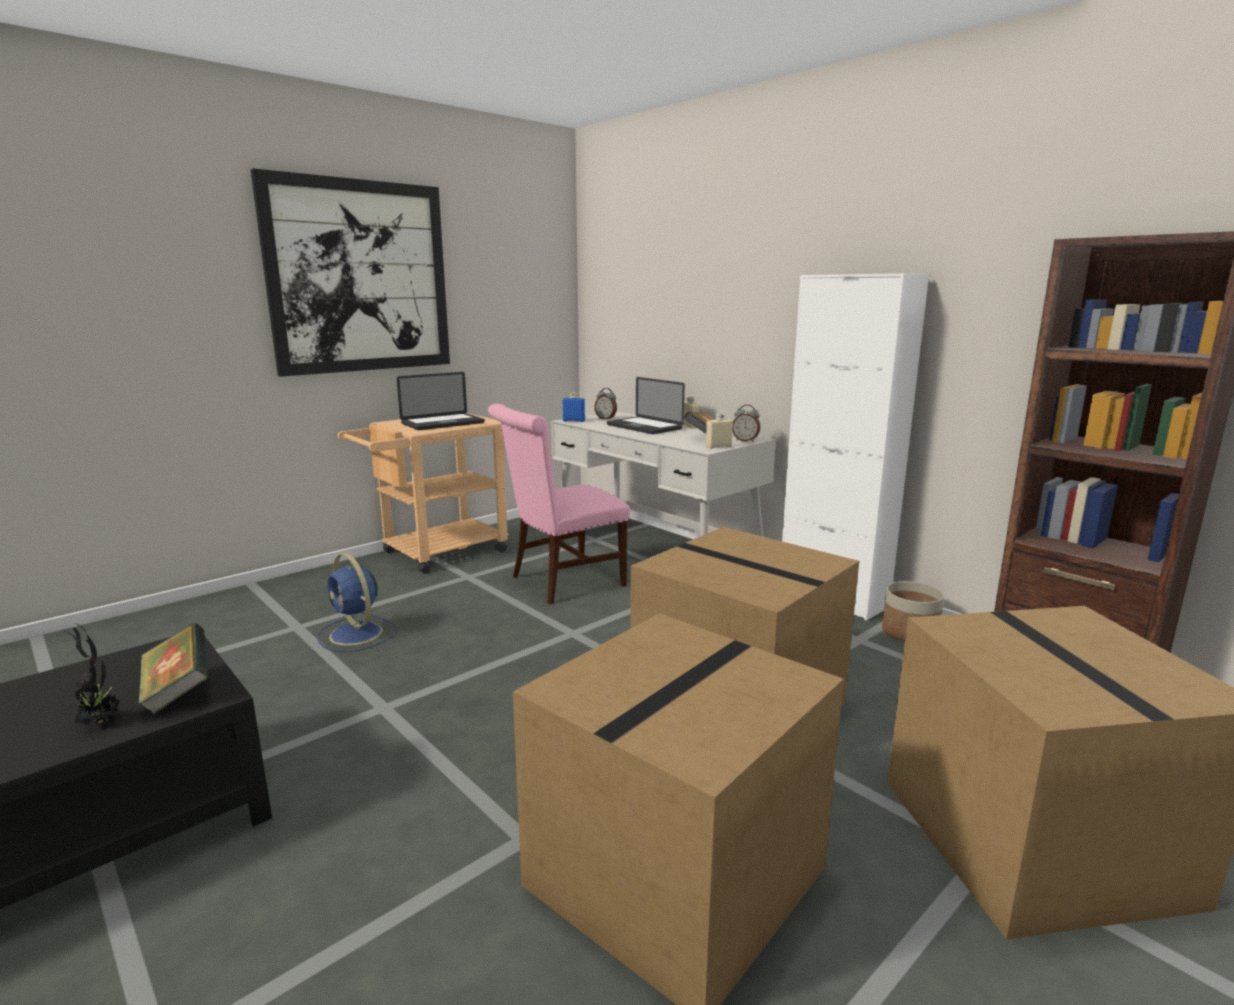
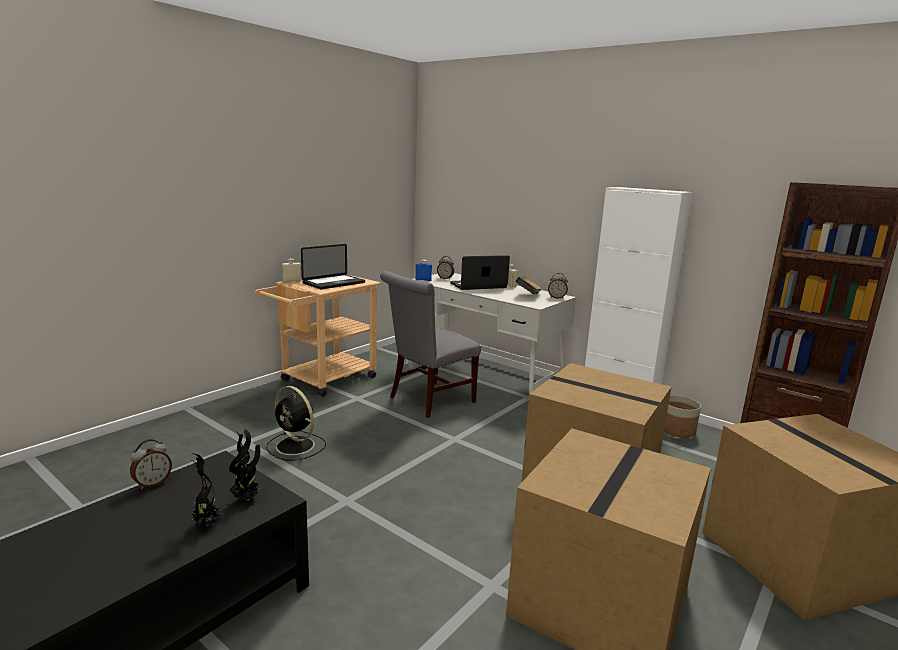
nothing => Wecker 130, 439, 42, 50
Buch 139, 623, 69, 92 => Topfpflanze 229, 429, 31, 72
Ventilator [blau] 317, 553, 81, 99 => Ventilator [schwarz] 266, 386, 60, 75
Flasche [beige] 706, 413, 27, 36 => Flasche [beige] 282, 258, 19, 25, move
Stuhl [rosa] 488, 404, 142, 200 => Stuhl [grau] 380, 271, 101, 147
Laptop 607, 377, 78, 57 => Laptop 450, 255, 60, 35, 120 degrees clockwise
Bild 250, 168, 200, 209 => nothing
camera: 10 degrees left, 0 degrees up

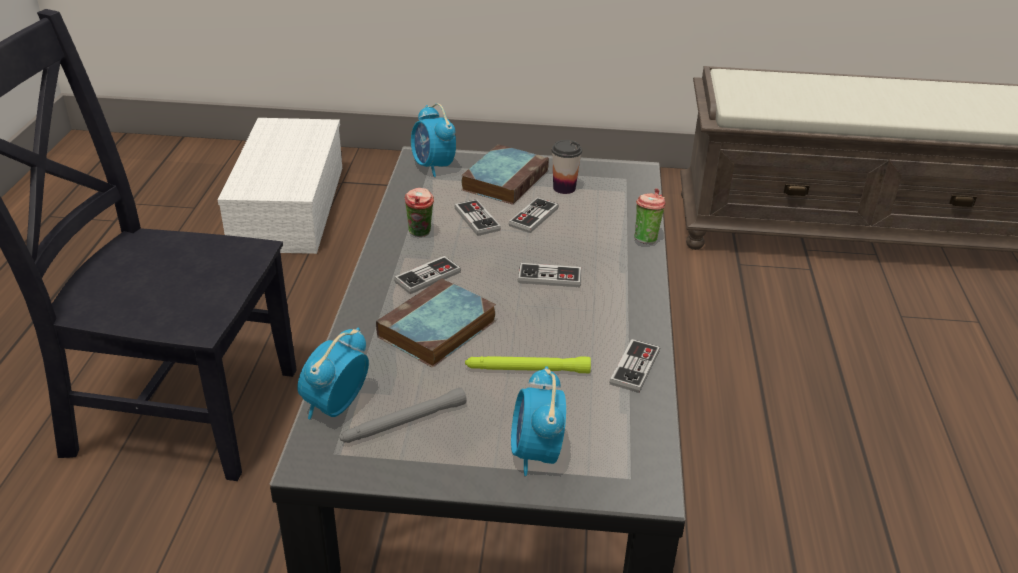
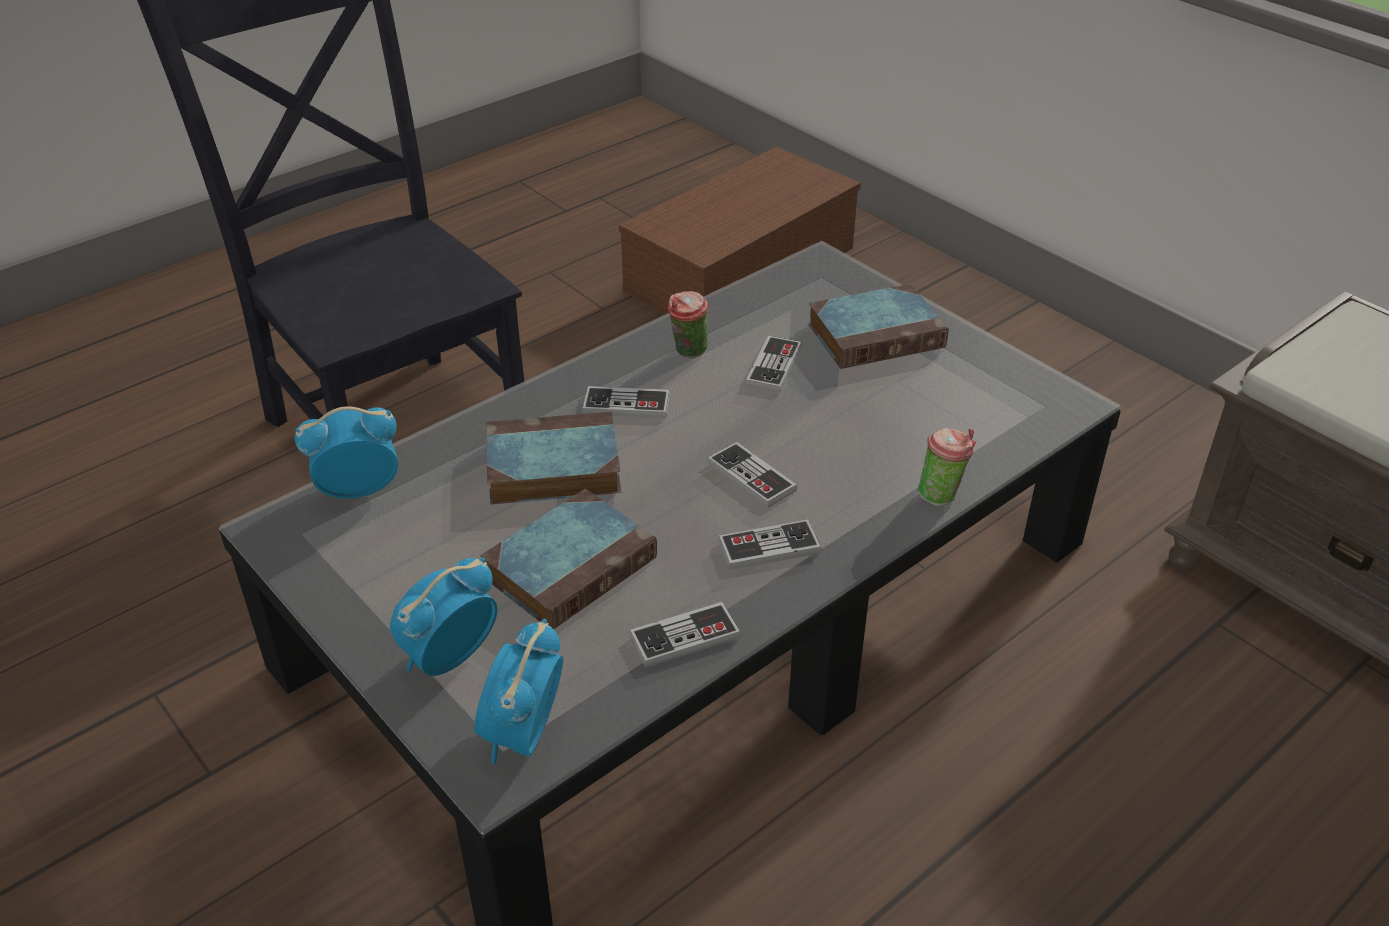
Wecker 411, 104, 45, 73 => Wecker 474, 619, 89, 145, move
Taschenlampe [grün] 465, 356, 126, 17 => Buch 480, 489, 177, 140
Aufbewahrungsbox [weiß] 218, 118, 124, 136 => Aufbewahrungsbox [braun] 619, 147, 242, 167
Gamepad 508, 197, 50, 36 => Gamepad 718, 520, 104, 50, move
Taschenlampe [grau] 340, 388, 127, 55 => nothing
Tasse 552, 140, 30, 54 => nothing
camera: 45 degrees right, 5 degrees up

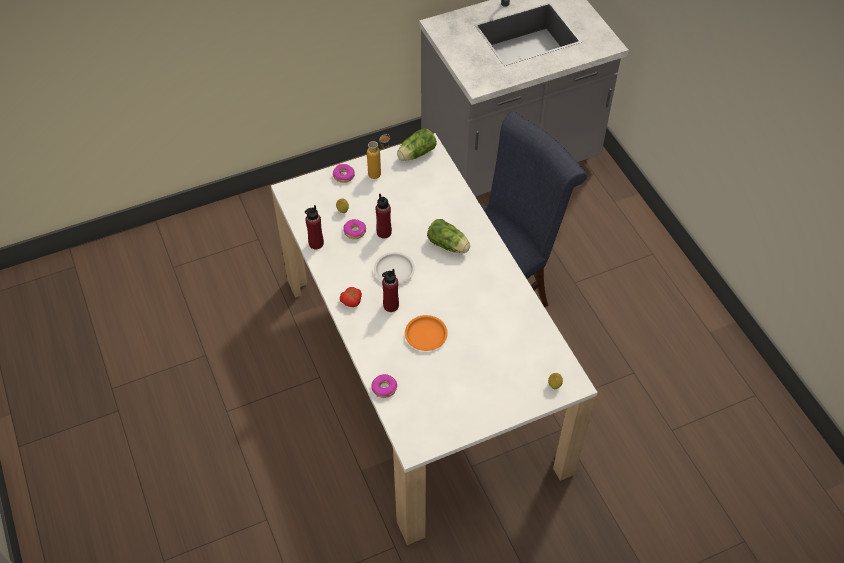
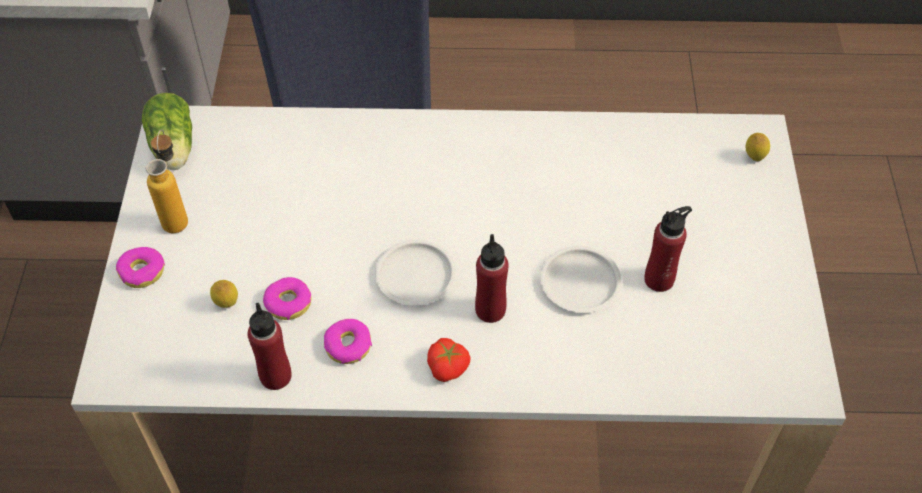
Donut 371, 374, 26, 24 => Donut 324, 319, 48, 45, move
Teller [orange] 405, 315, 43, 36 => Teller [weiß] 540, 246, 81, 66
Flasche [rot] 375, 194, 17, 44 => Flasche [rot] 644, 206, 48, 86, move
Salatkopf 427, 219, 43, 34 => nothing
camera: 65 degrees left, 0 degrees up

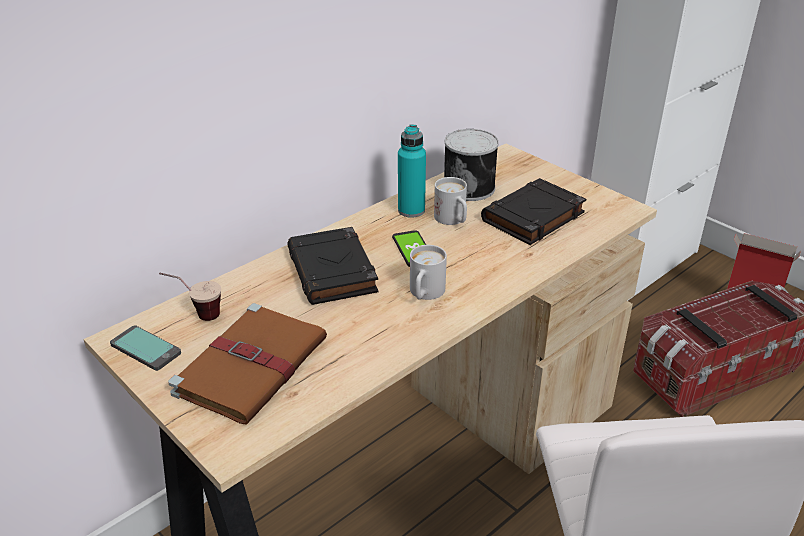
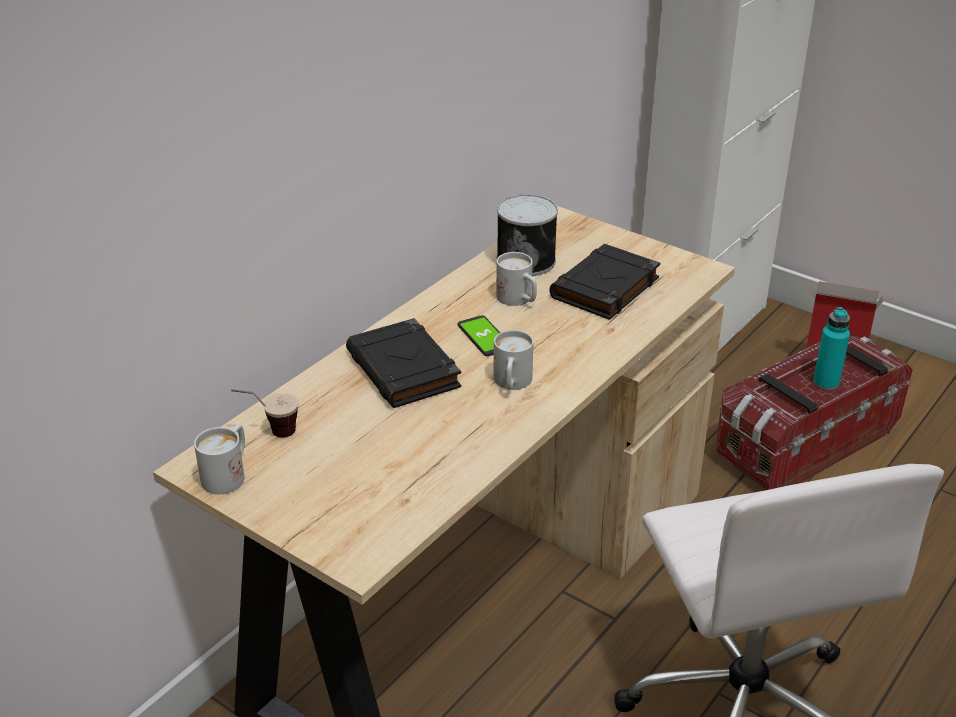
Handy 110, 325, 71, 46 => Henkelbecher [weiß] 194, 424, 51, 70
Flasche [türkis] 398, 124, 28, 94 => Flasche [türkis] 813, 307, 37, 83, move
Buch [braun] 168, 303, 159, 122 => nothing
camera: 10 degrees left, 0 degrees up

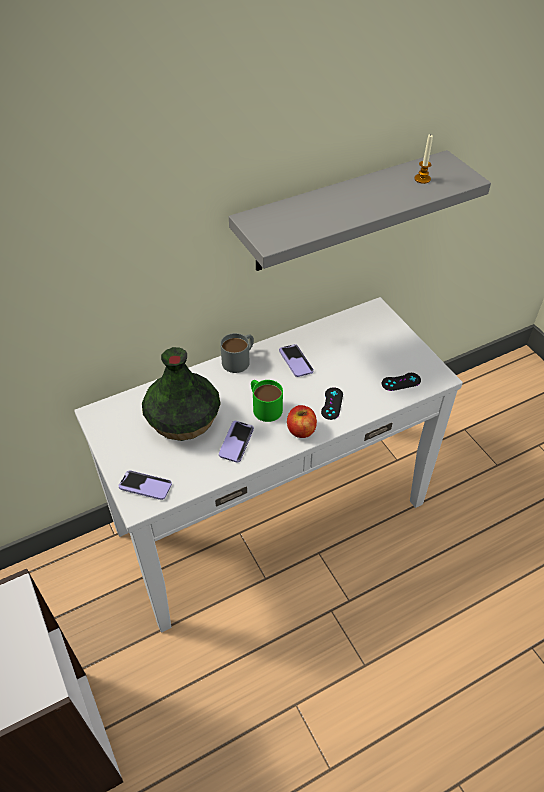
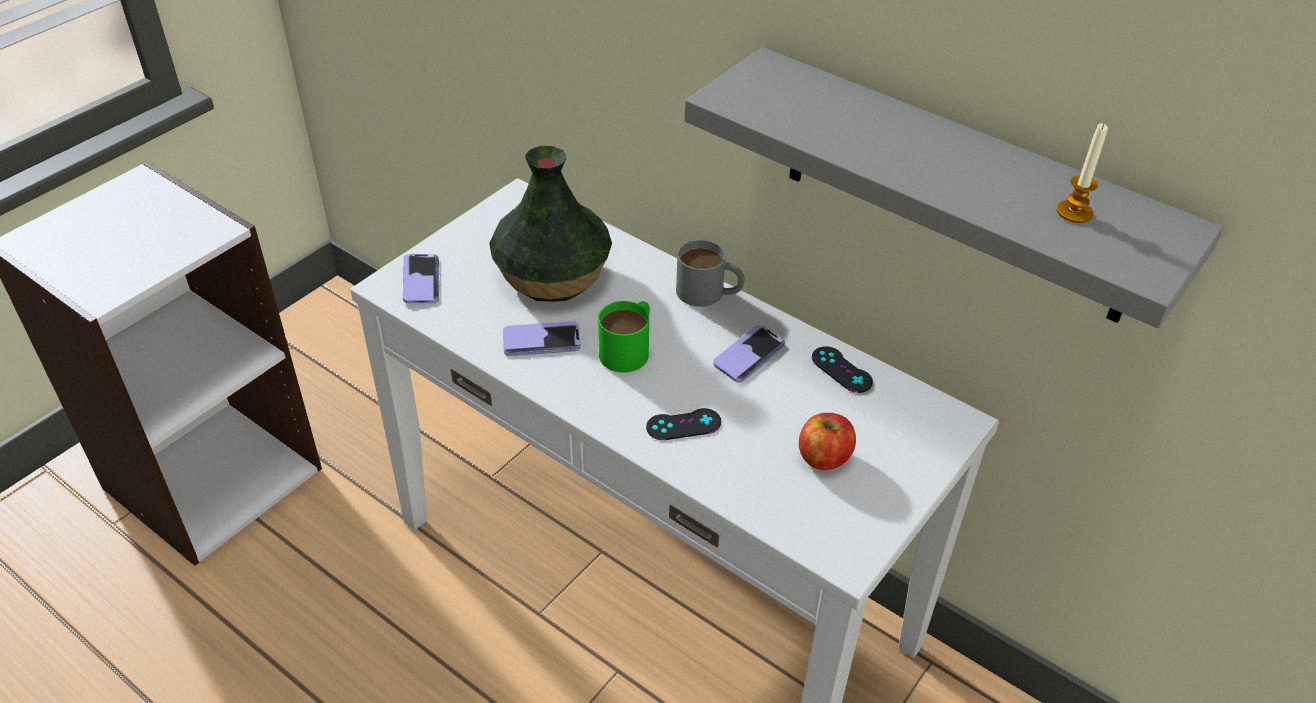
Apfel 287, 405, 30, 33 => Apfel 799, 413, 57, 57, move
Gamepad [schwarz] 382, 373, 39, 18 => Gamepad [schwarz] 812, 346, 61, 47, move
camera: 65 degrees right, 5 degrees down

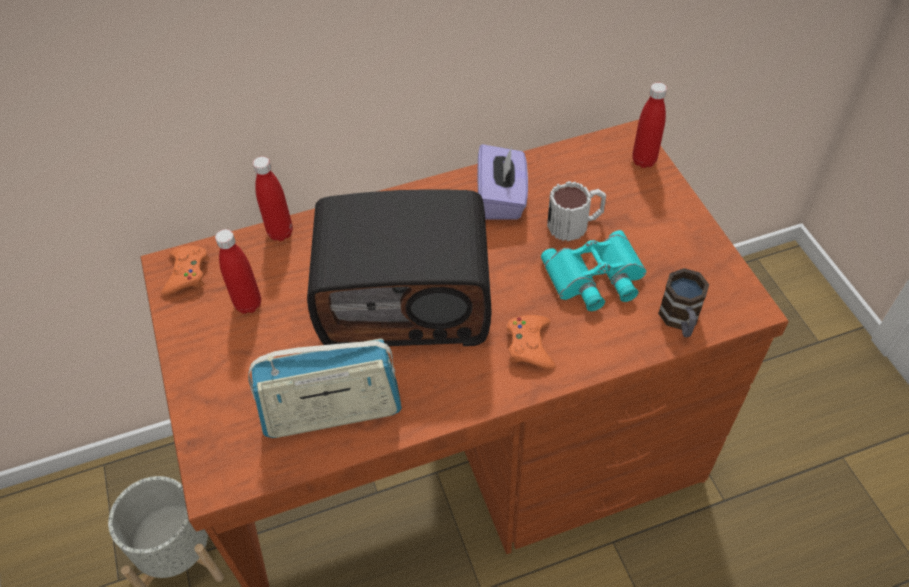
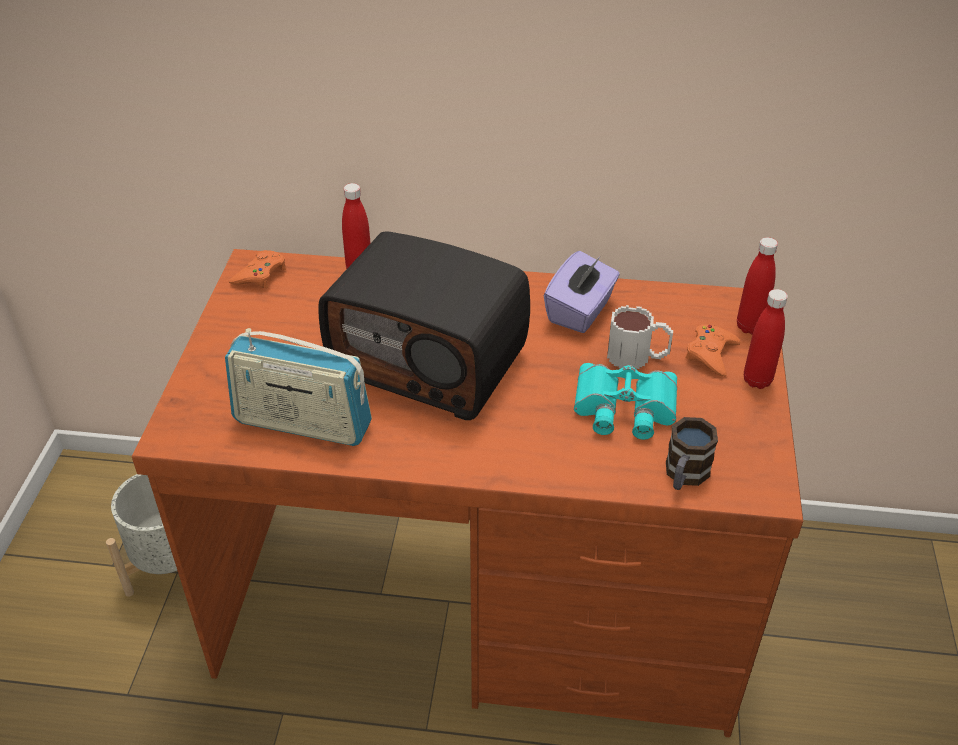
Gamepad [orange] 507, 315, 49, 54 => Gamepad [orange] 685, 325, 56, 52, move
Flasche [rot] 215, 229, 46, 85 => Flasche [rot] 744, 289, 44, 100, move
camera: 25 degrees right, 10 degrees down

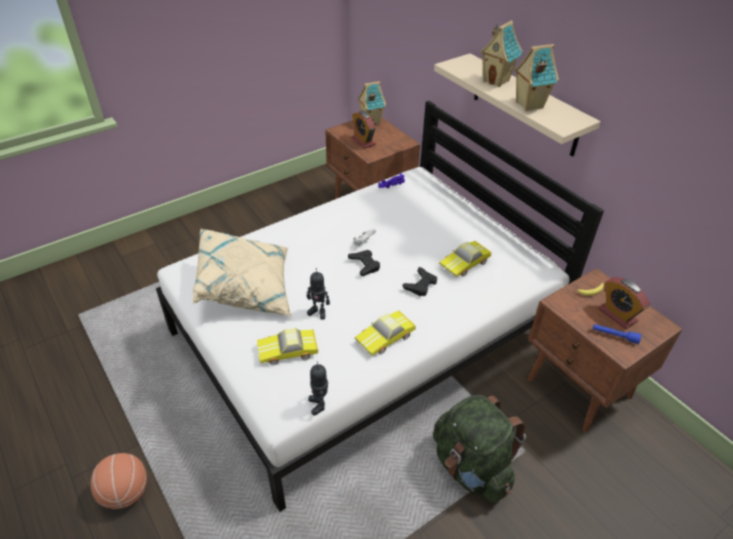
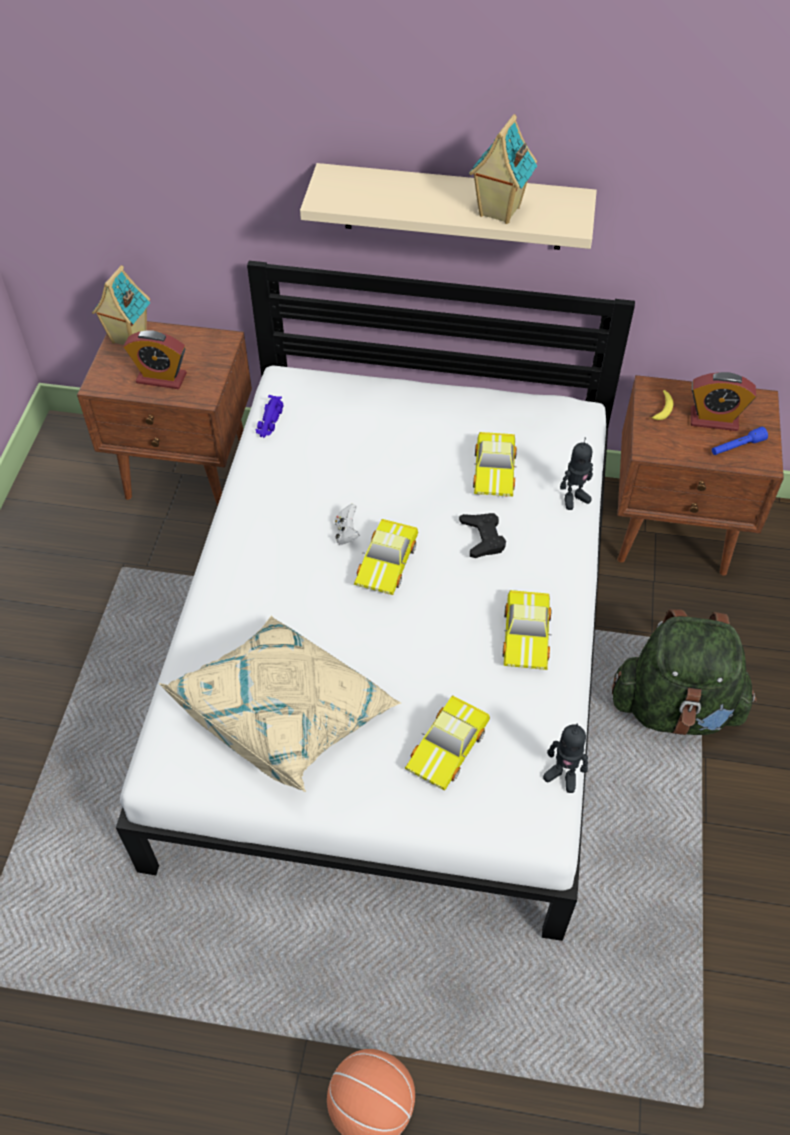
Gamepad [schwarz] 348, 250, 32, 26 => Spielzeugauto 354, 519, 64, 76
Spielzeugroboter 307, 268, 23, 52 => Spielzeugroboter 560, 437, 33, 73, move
Spielzeughaus 480, 20, 43, 67 => nothing
camera: 45 degrees left, 10 degrees up

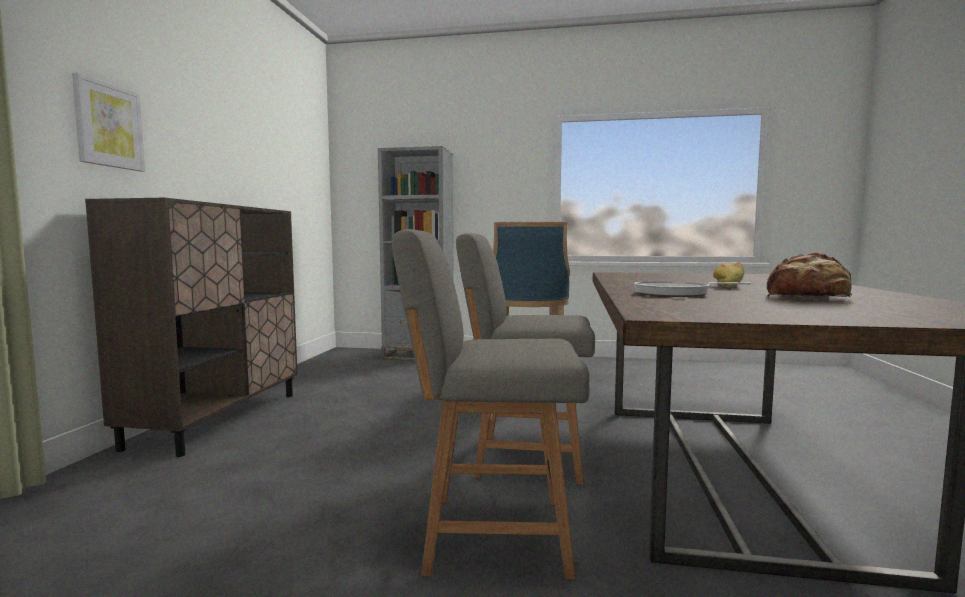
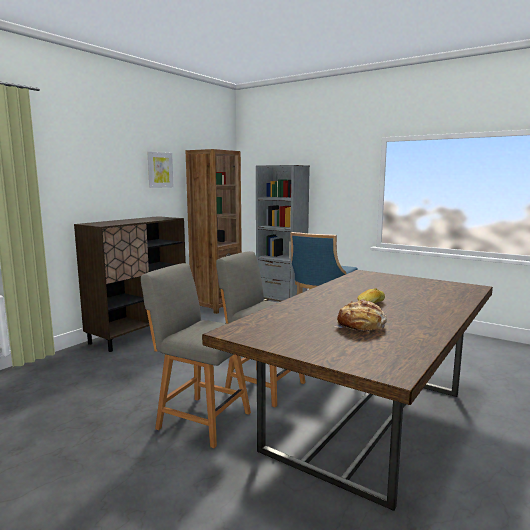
Bild 72, 72, 73, 100 => Bild 147, 152, 27, 36, move
nothing => Bücherregal [braun] 186, 149, 56, 165
Pfanne 634, 281, 117, 16 => nothing
camera: 25 degrees right, 5 degrees up

